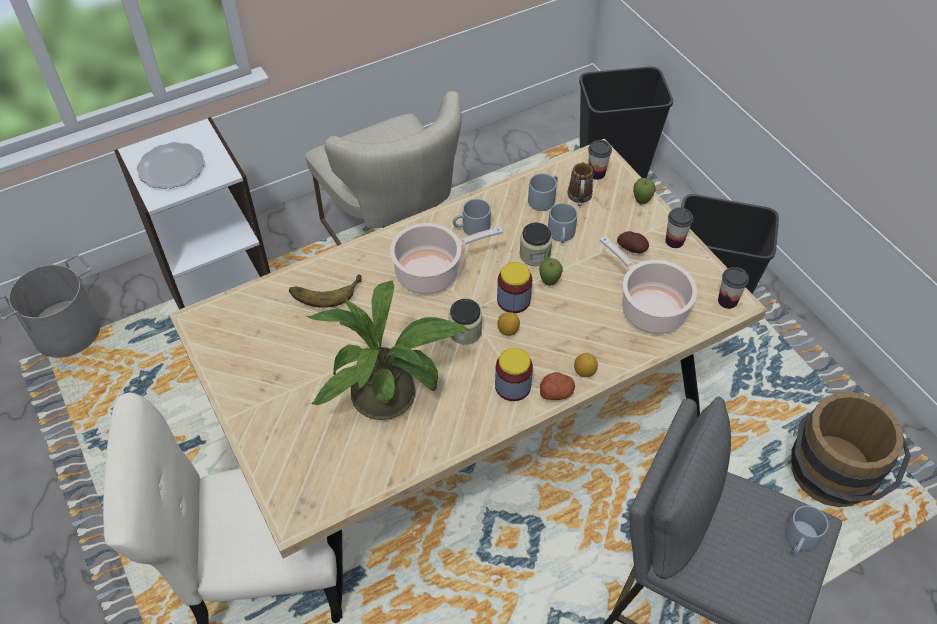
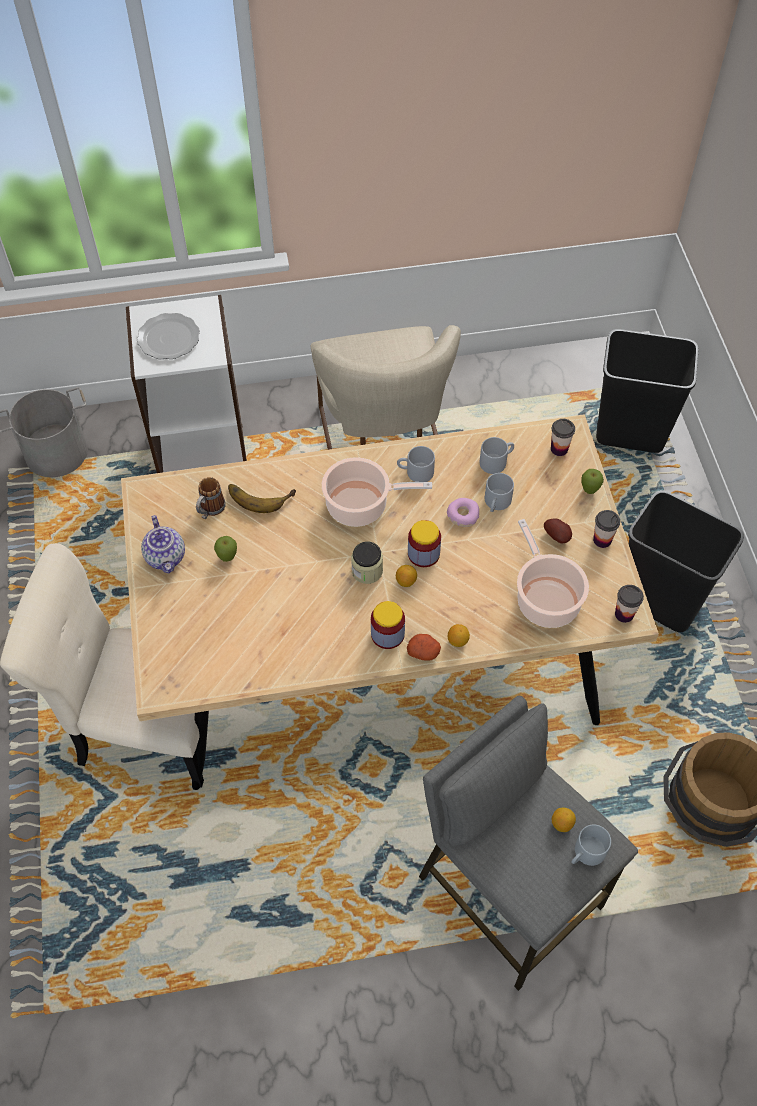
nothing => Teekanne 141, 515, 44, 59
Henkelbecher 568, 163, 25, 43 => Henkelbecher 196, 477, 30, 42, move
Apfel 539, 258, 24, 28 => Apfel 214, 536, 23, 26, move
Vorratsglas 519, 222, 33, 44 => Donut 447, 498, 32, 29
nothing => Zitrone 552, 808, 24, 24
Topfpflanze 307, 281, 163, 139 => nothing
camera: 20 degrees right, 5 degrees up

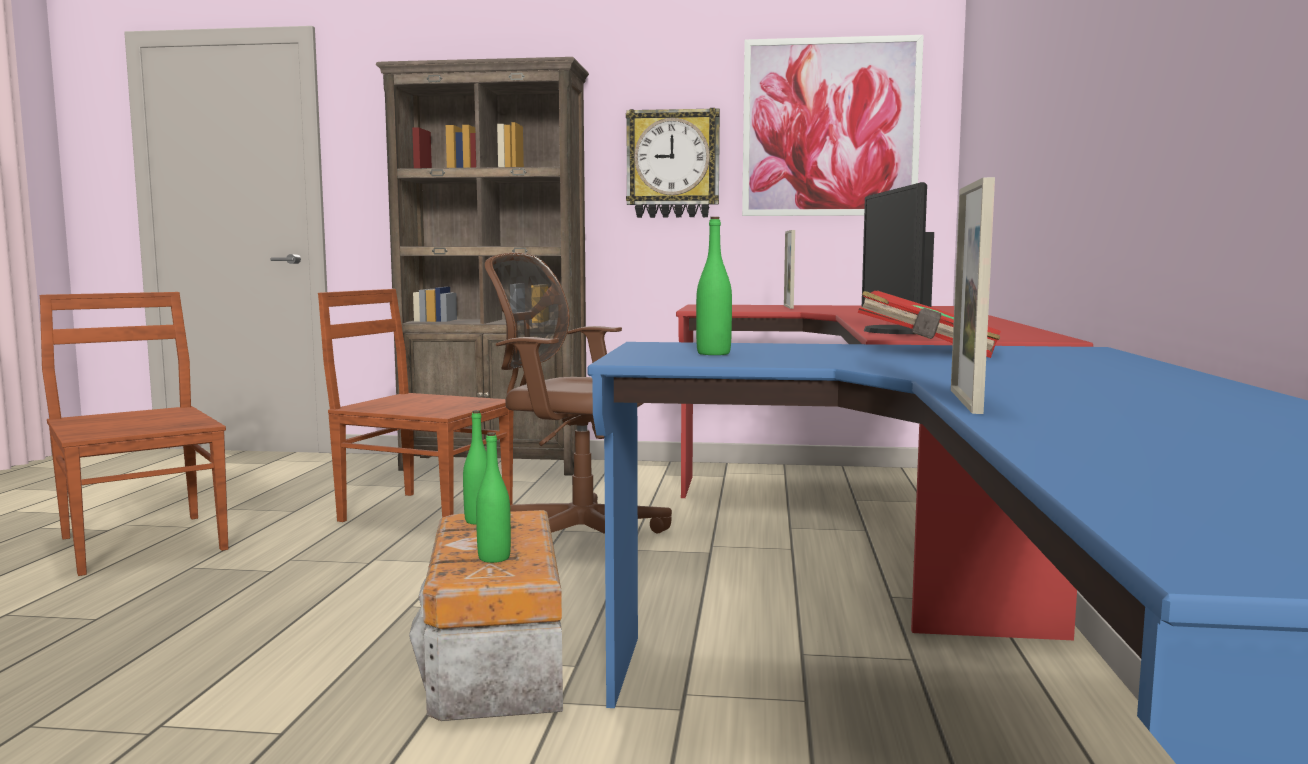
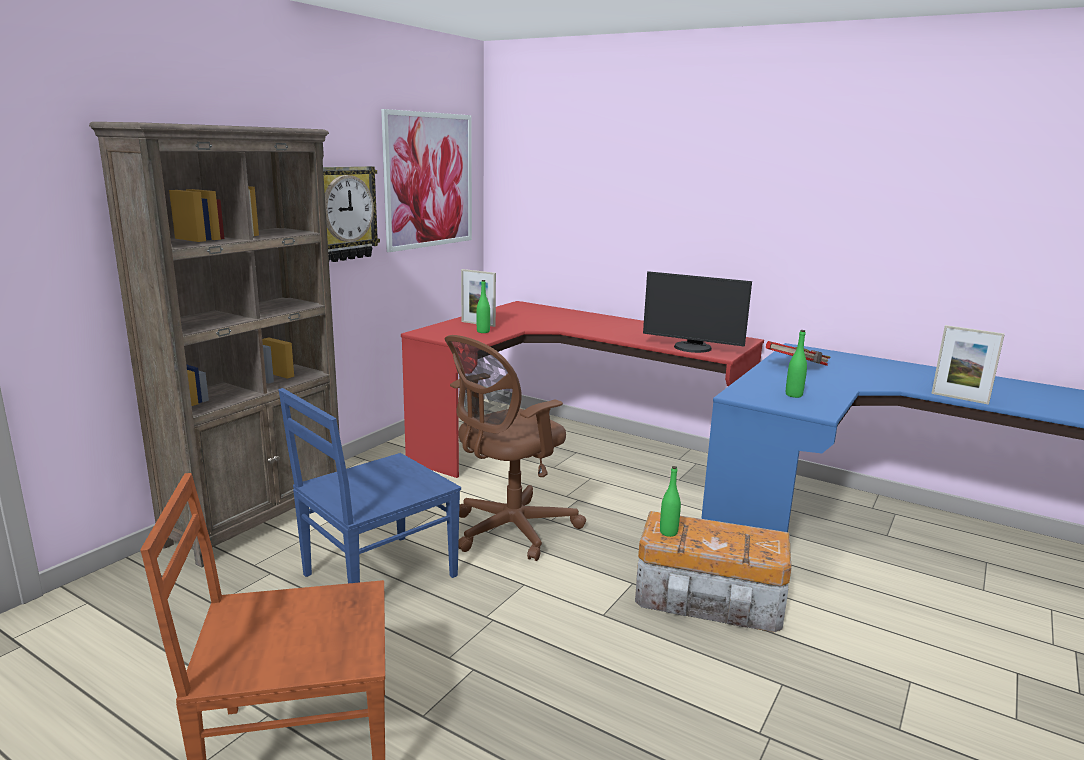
Stuhl [braun] 318, 289, 195, 233 => Stuhl [blau] 278, 388, 183, 195
Flasche [grün] 476, 432, 35, 131 => Flasche [grün] 476, 280, 14, 53, move
camera: 65 degrees left, 10 degrees up

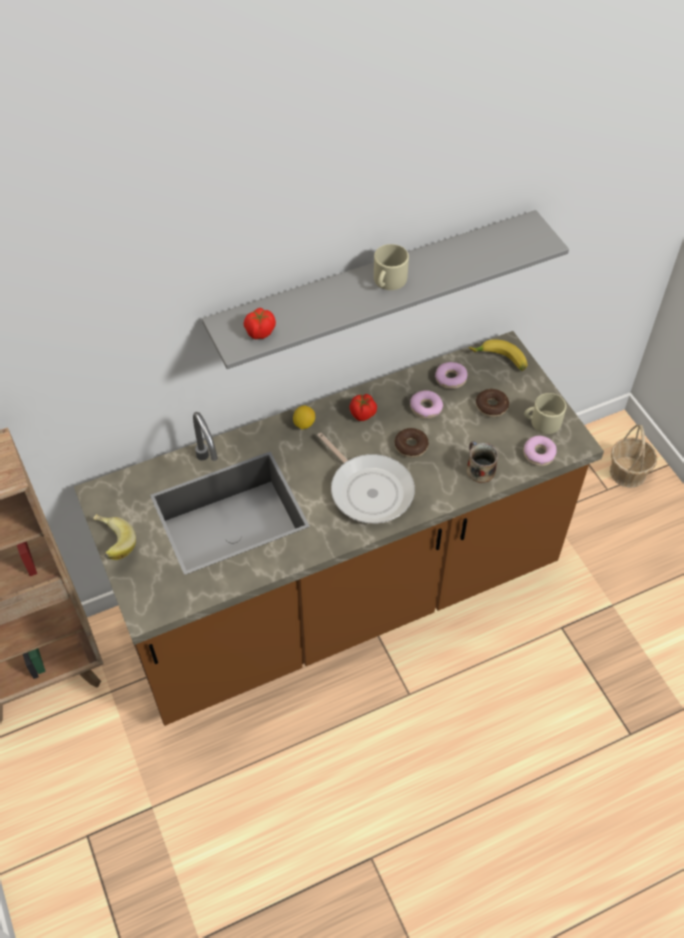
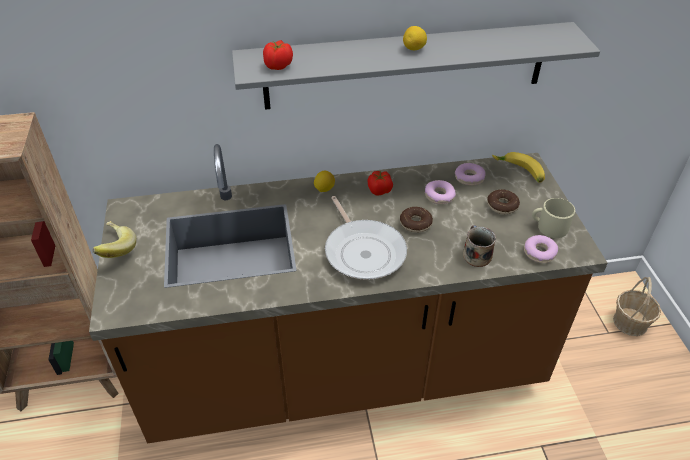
Henkelbecher [beige] 374, 244, 35, 46 => Zitrone 403, 26, 24, 24
camera: 15 degrees right, 10 degrees down

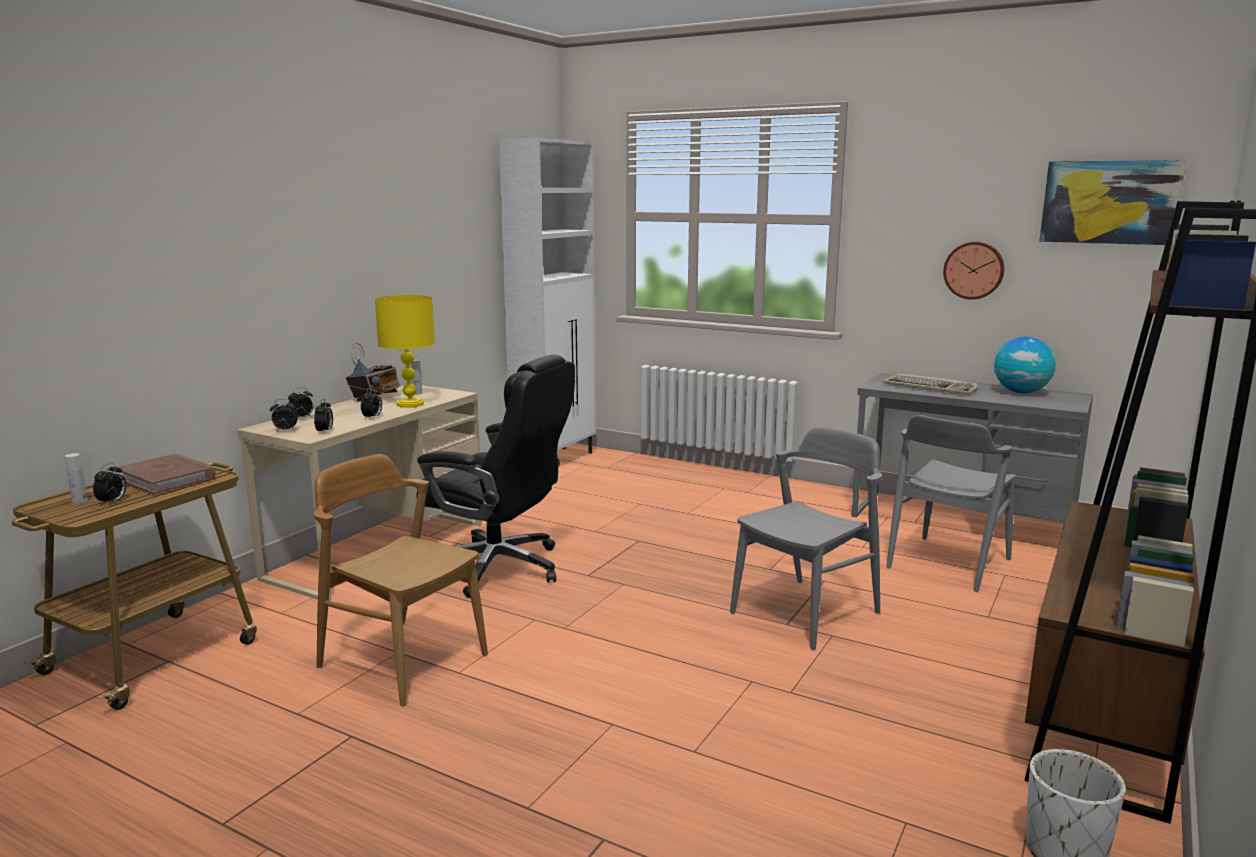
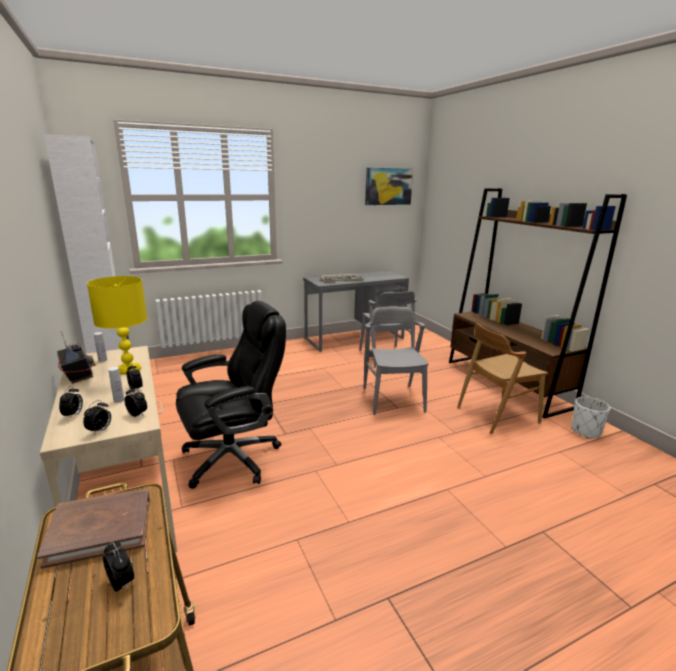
Flasche [weiß] 65, 453, 23, 51 => Flasche [weiß] 108, 367, 16, 36, move
Stuhl [braun] 314, 454, 174, 253 => Stuhl [braun] 457, 323, 91, 111, move
Wanduhr 943, 242, 62, 58 => nothing
Globus 994, 337, 62, 56 => nothing
camera: 55 degrees left, 5 degrees up

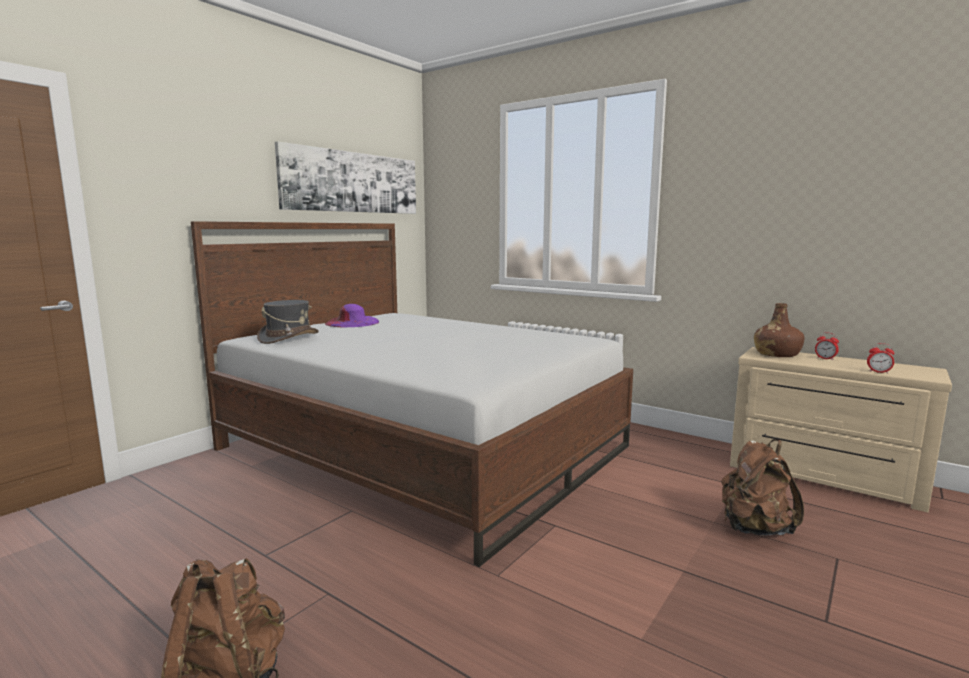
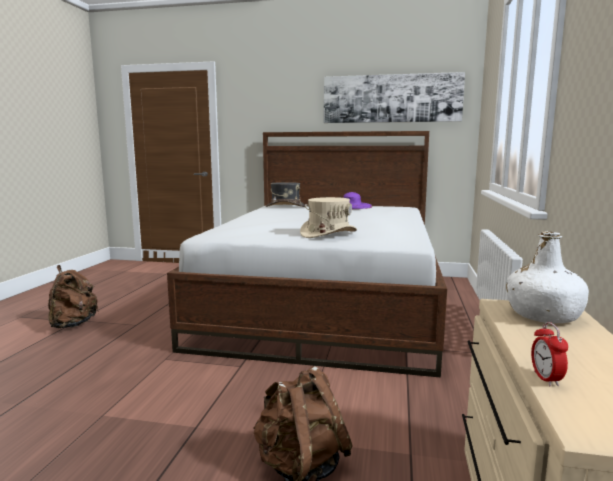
nothing => Hut [beige] 300, 197, 57, 41
Flasche [braun] 754, 303, 51, 54 => Flasche [weiß] 506, 231, 83, 92
Wecker 815, 333, 24, 27 => nothing
camera: 65 degrees right, 0 degrees up

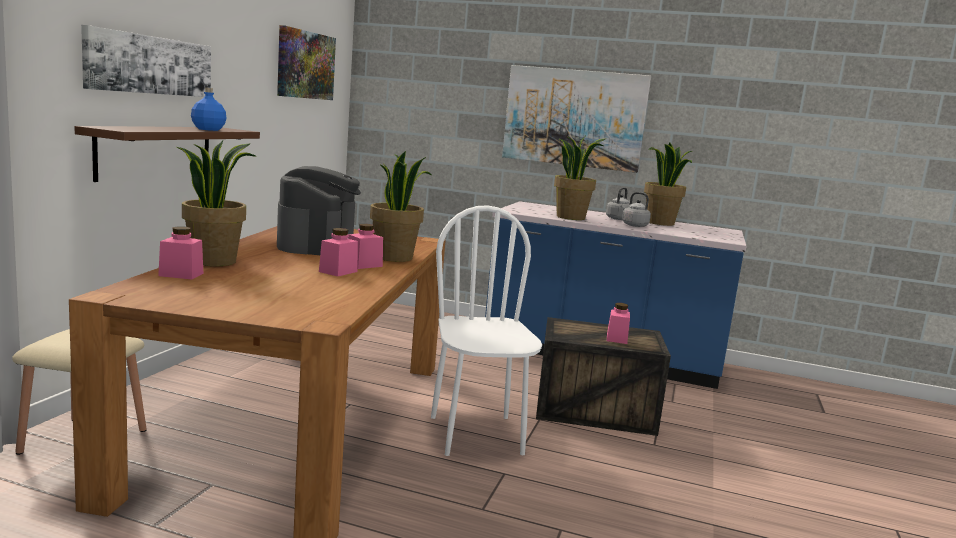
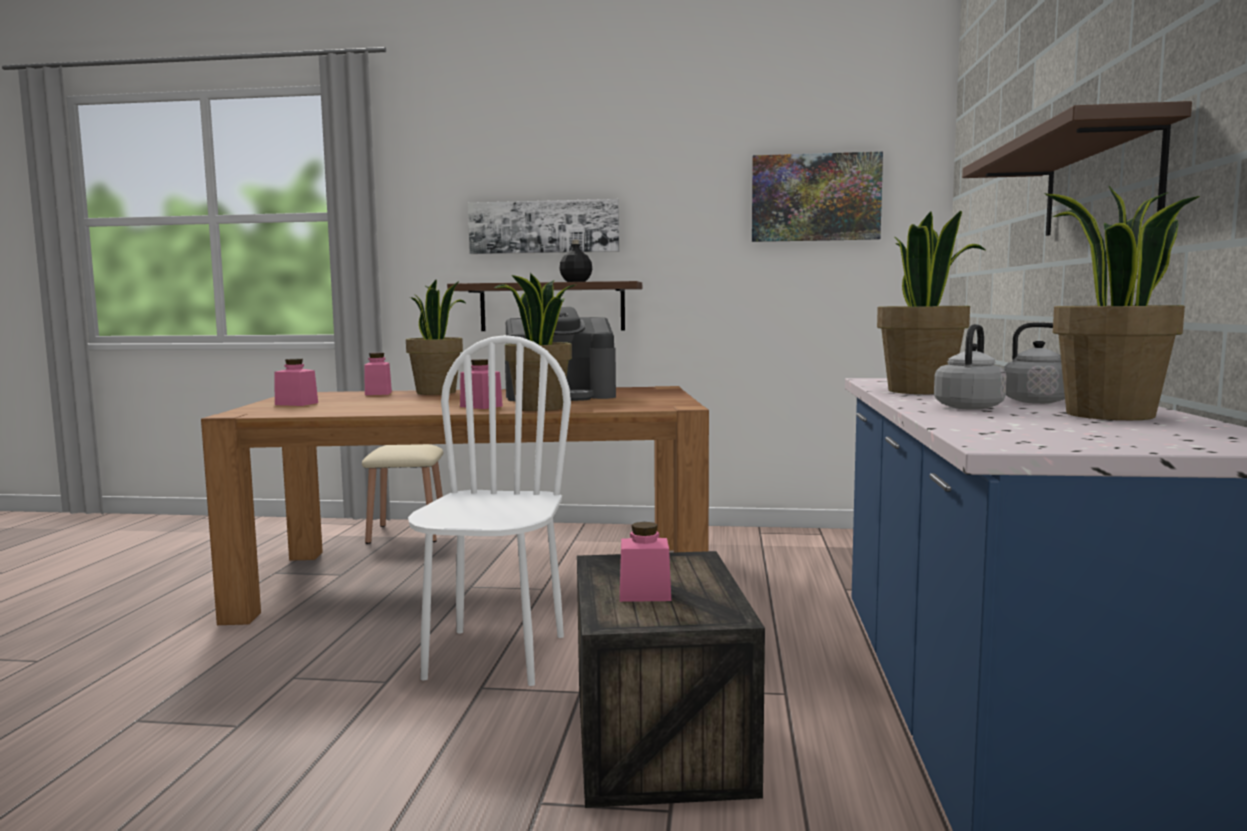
Vorratsglas [rosa] 319, 228, 39, 49 => Vorratsglas [rosa] 274, 359, 44, 47, move
Stuhl [weiß] 431, 205, 111, 251 => Stuhl [weiß] 408, 335, 163, 351, 60 degrees counterclockwise
Flasche [blau] 191, 88, 35, 43 => Flasche [schwarz] 560, 240, 32, 42
Bild 502, 65, 149, 108 => Wandregal [braun] 962, 101, 230, 135
camera: 80 degrees right, 5 degrees down

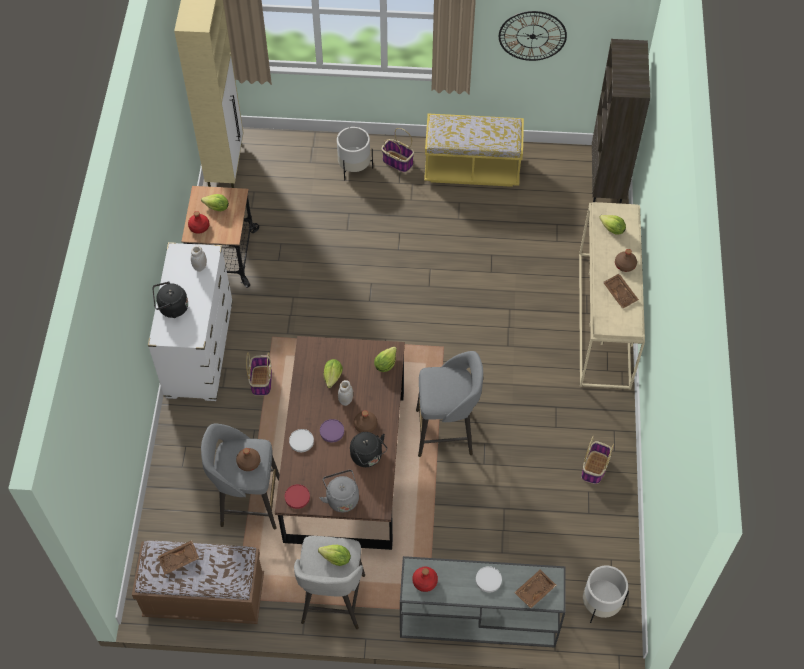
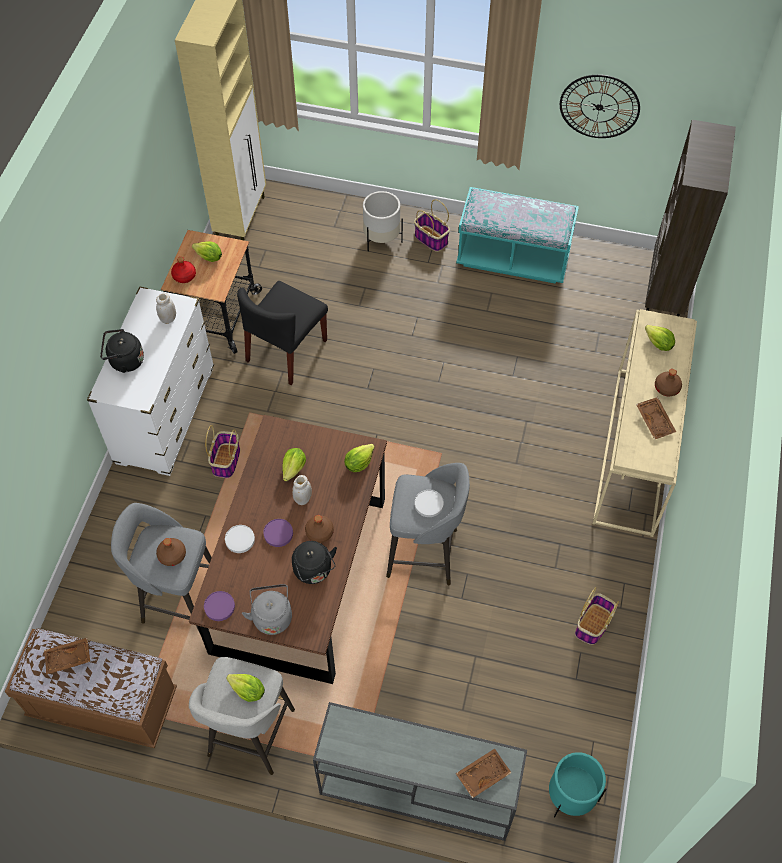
Teller [rot] 285, 484, 25, 25 => Teller [lila] 204, 591, 31, 30
nothing => Stuhl [schwarz] 237, 281, 91, 104
Teller [weiß] 476, 566, 26, 27 => Teller [weiß] 415, 490, 29, 27, move
Bank [gelb] 424, 114, 100, 73 => Bank [türkis] 456, 187, 123, 97
Pflanzkübel [weiß] 583, 565, 46, 58 => Pflanzkübel [türkis] 549, 752, 57, 66
Flasche [rot] 412, 567, 26, 25 => nothing
camera: 10 degrees right, 0 degrees up

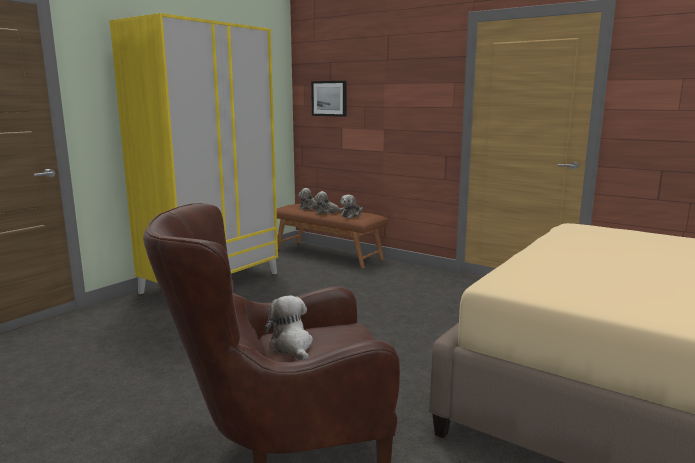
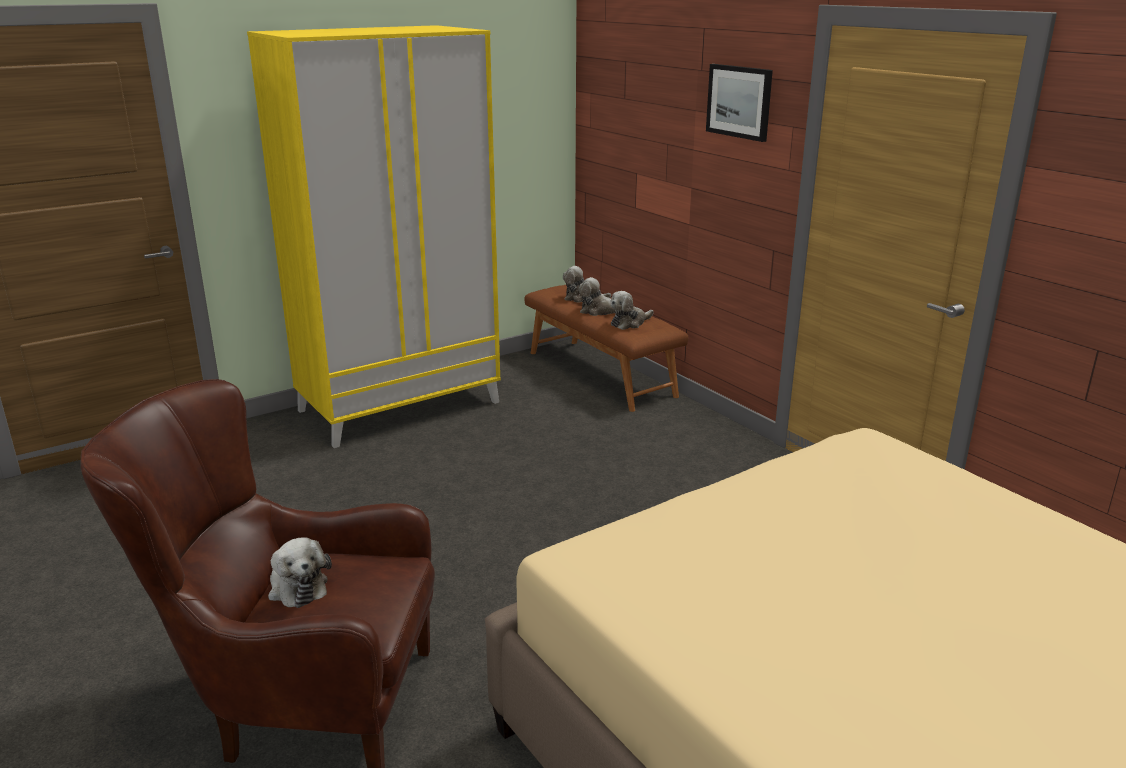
Plüschtier 264, 296, 49, 65 => Plüschtier 268, 537, 64, 71, 150 degrees clockwise
Bild 311, 81, 35, 36 => Bild 706, 64, 67, 78, move
camera: 20 degrees right, 10 degrees up

